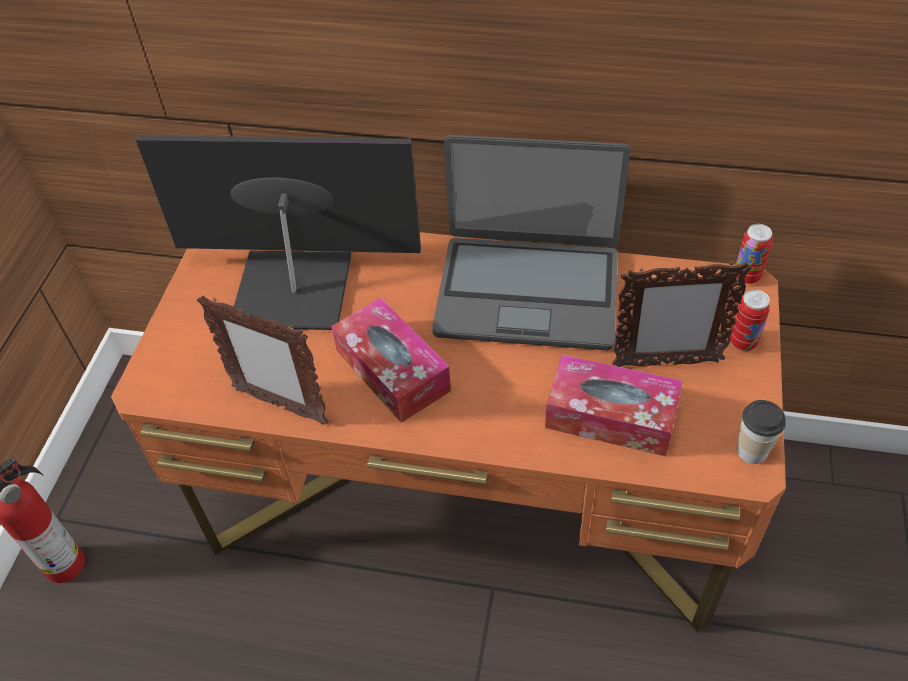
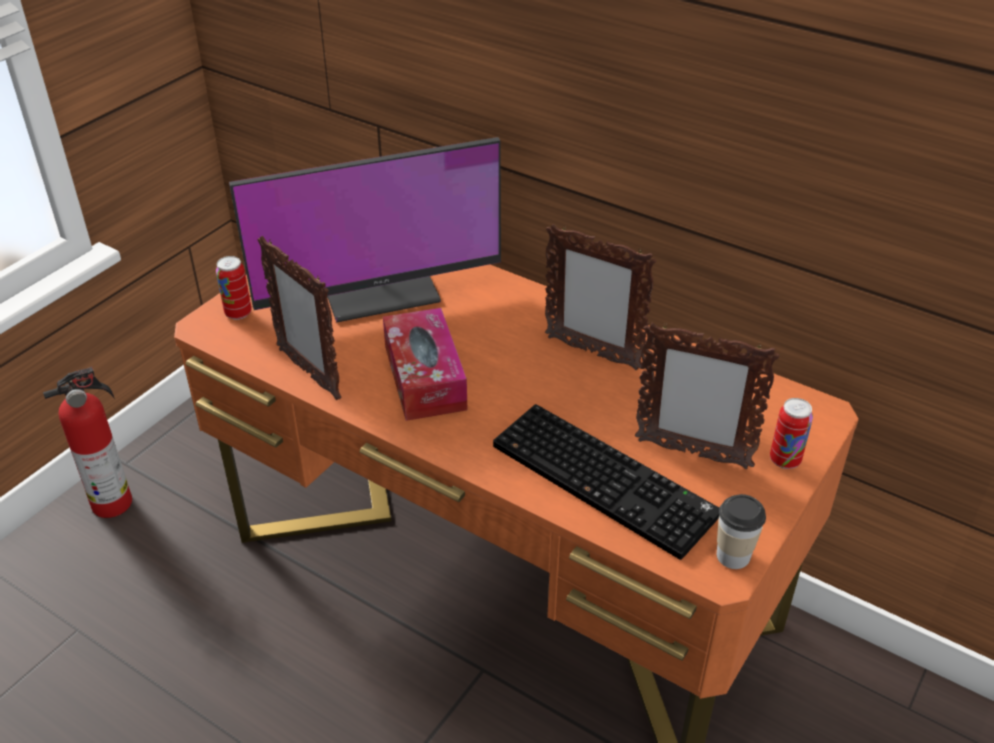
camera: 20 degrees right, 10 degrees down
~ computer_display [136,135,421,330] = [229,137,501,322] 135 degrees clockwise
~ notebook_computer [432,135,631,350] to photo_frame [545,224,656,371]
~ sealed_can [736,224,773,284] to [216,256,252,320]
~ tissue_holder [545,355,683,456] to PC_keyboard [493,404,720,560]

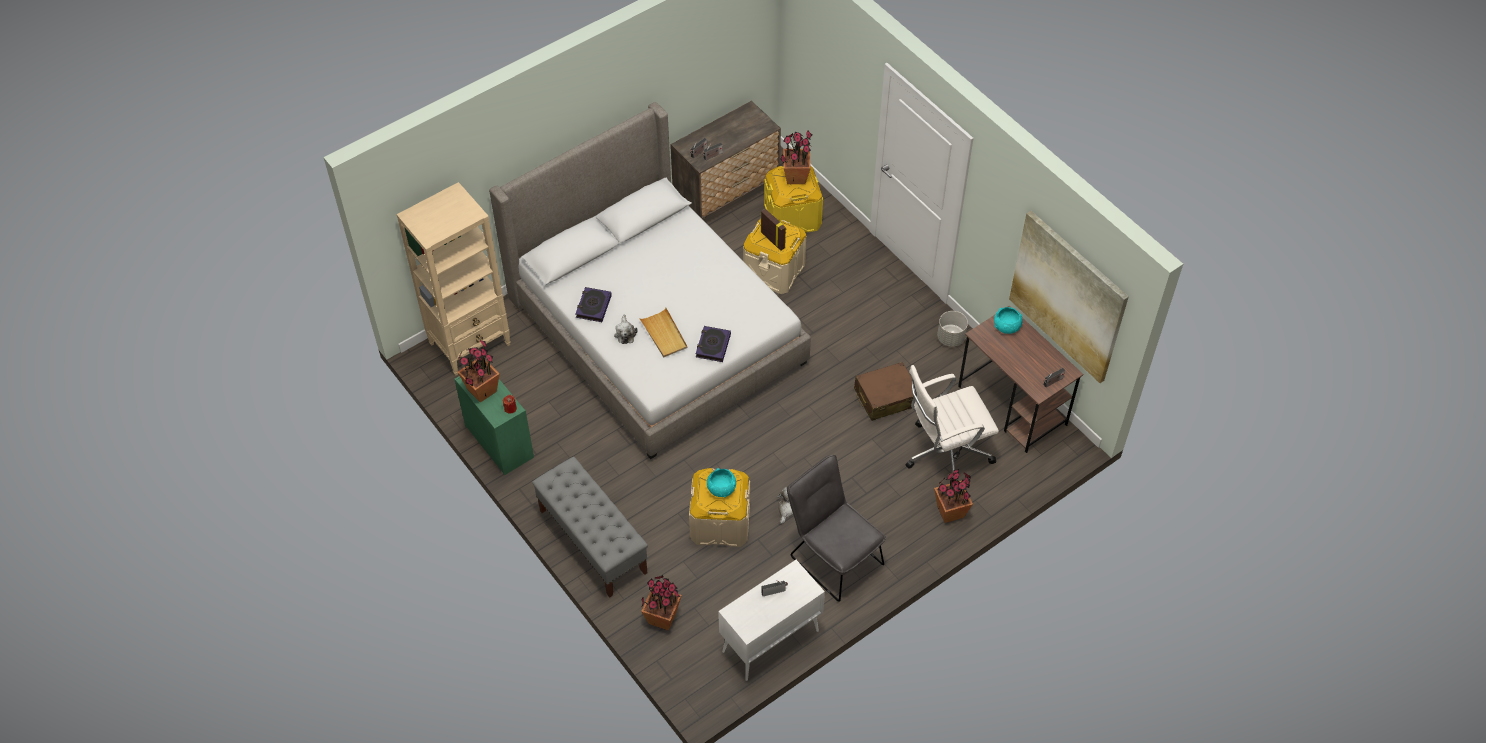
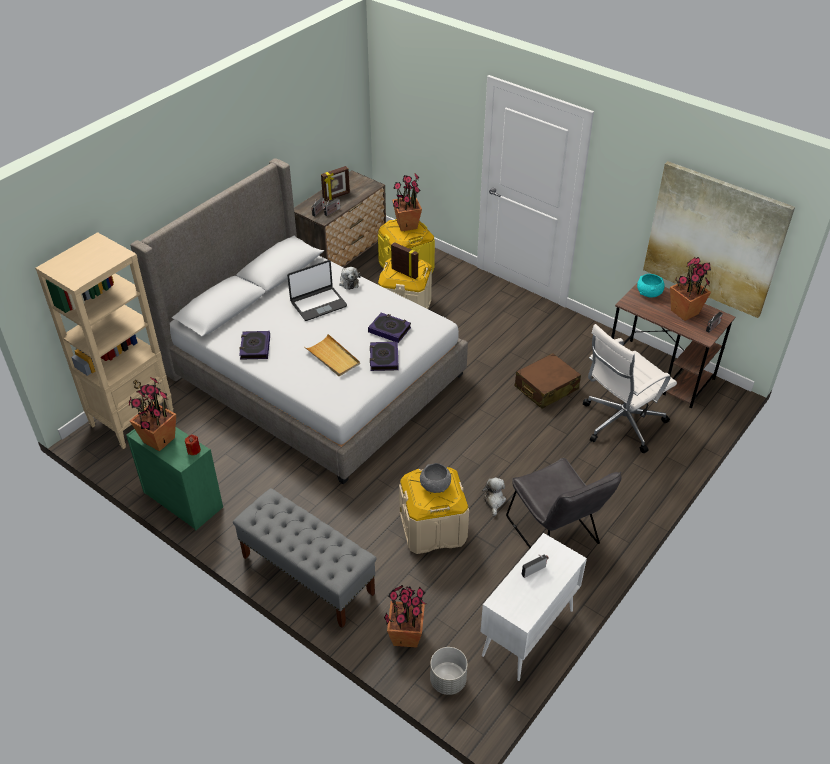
camera: 15 degrees left, 10 degrees down
~ grey_plant_pot [937,311,968,347] to [430,647,467,695]
~ cuddly_toy [614,315,638,344] to [339,267,361,290]
~ grey_chair [787,455,886,602] = [506,458,621,548] 150 degrees counterclockwise
~ turquoise-coloured_bowl [707,468,736,498] to grey_bowl [420,463,451,493]
~ potted_plant [934,469,973,523] to [670,257,711,321]
+ photo_frame [321,166,350,201]
+ notebook_computer [287,260,347,321]
+ bound_book [368,313,411,343]

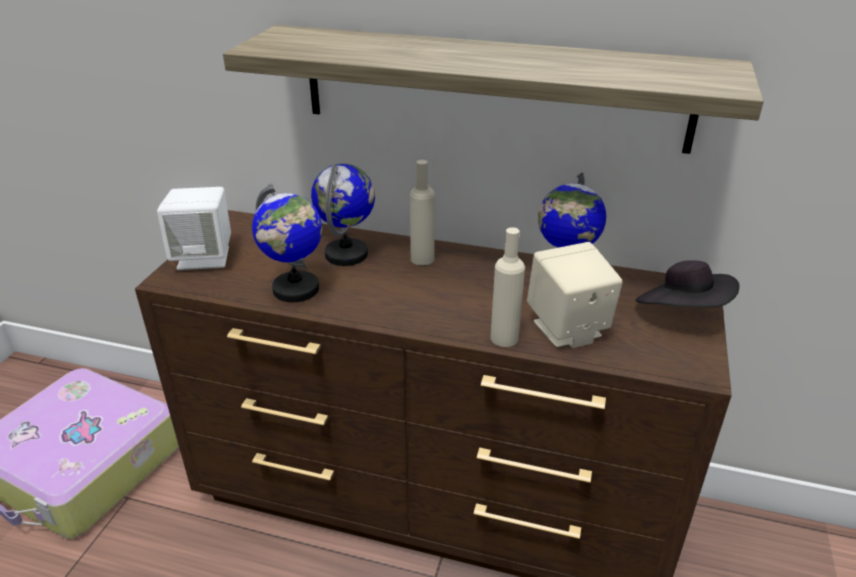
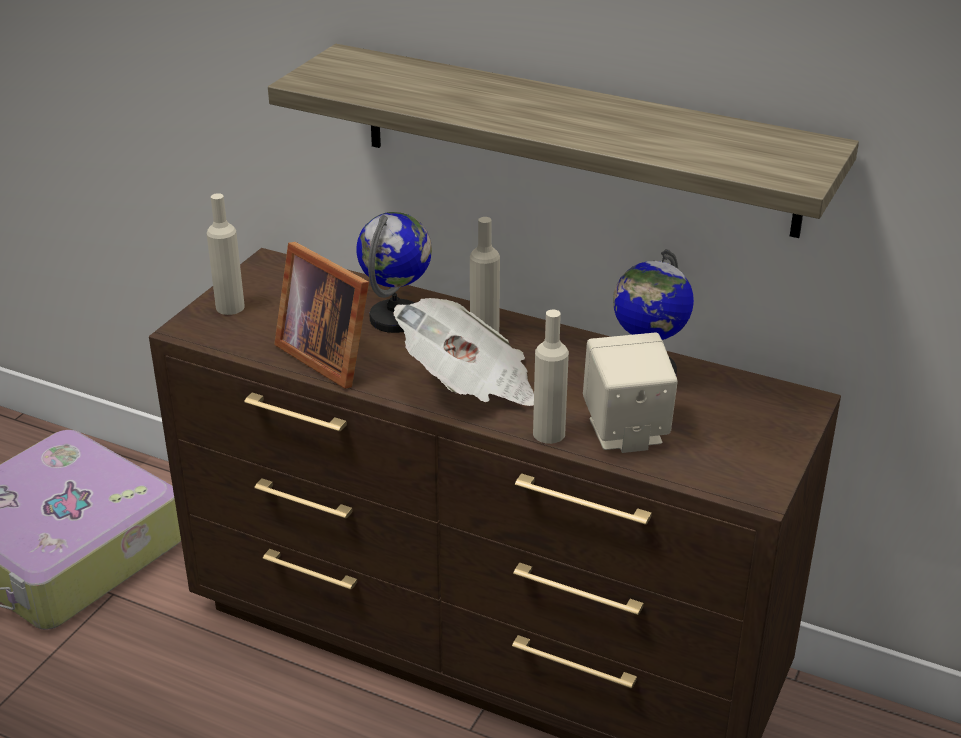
camera: 10 degrees right, 0 degrees up
~ globe [252,184,322,302] to photo_frame [274,242,369,389]
~ white_audio_speaker [157,187,231,270] to sand-coloured_beverage_bottle [207,193,245,315]
- black_clothing_hat [636,261,739,307]
+ printed_paper [393,298,534,406]

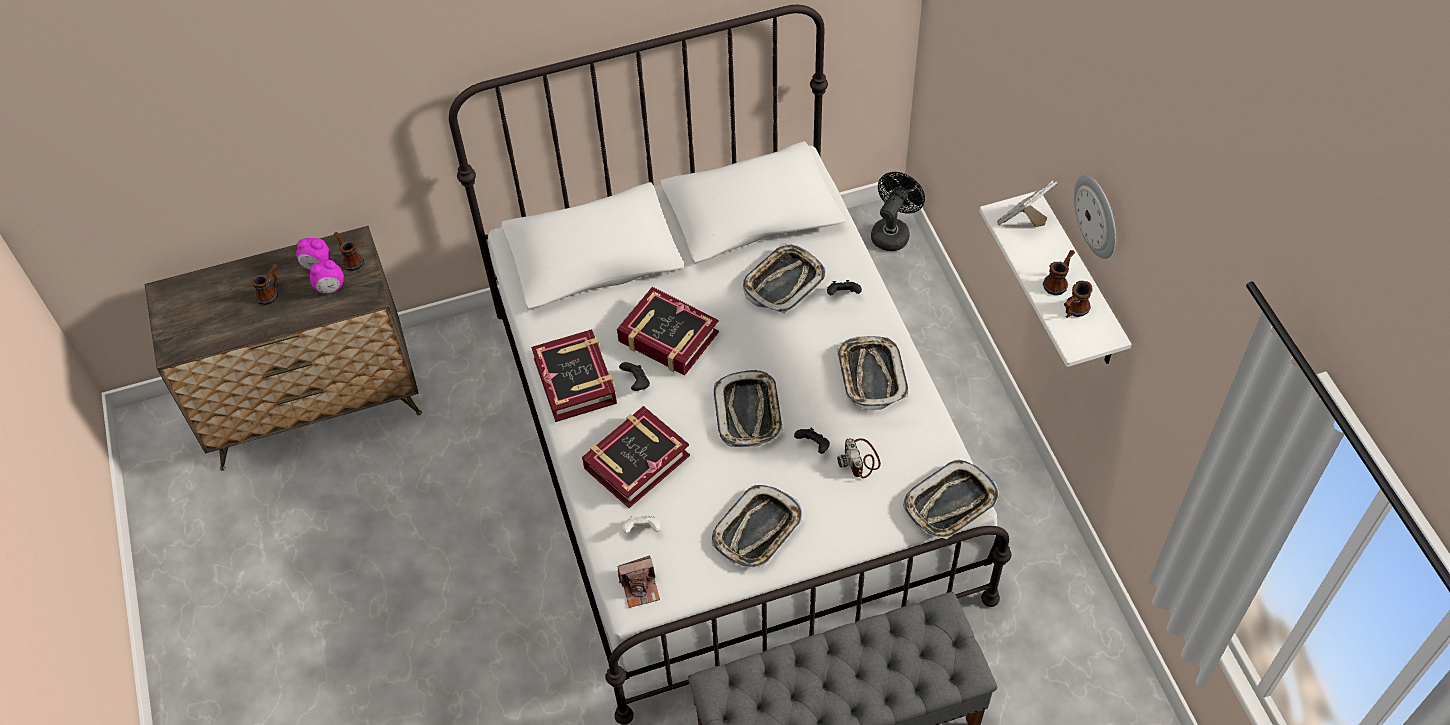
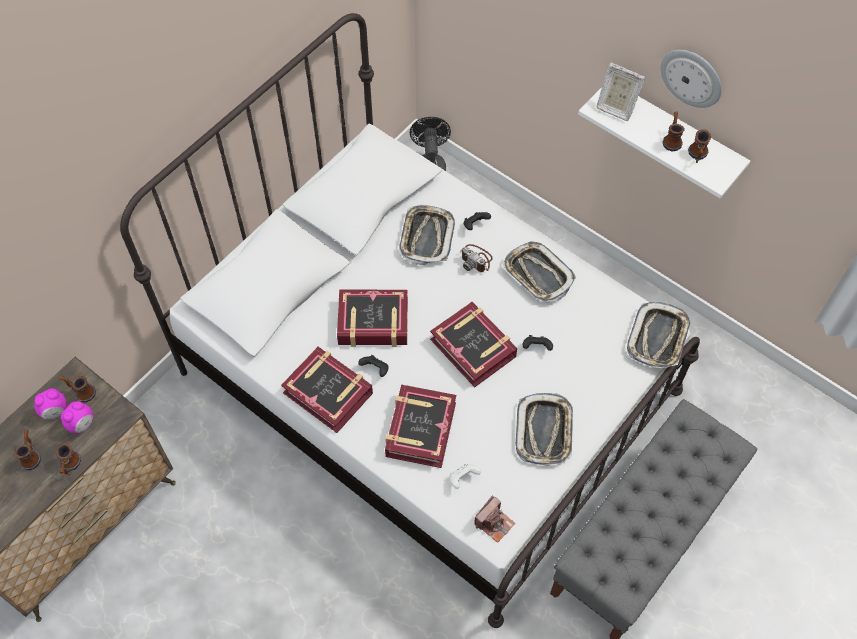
camera: 35 degrees left, 5 degrees up
~ photo_frame [997,180,1058,227] = [597,63,645,121] 75 degrees counterclockwise
~ carrying_tray [713,370,783,447] to bound_book [430,302,517,387]
~ photo_camera [837,438,881,478] to [460,244,493,272]
+ coffee_mug [55,443,81,476]

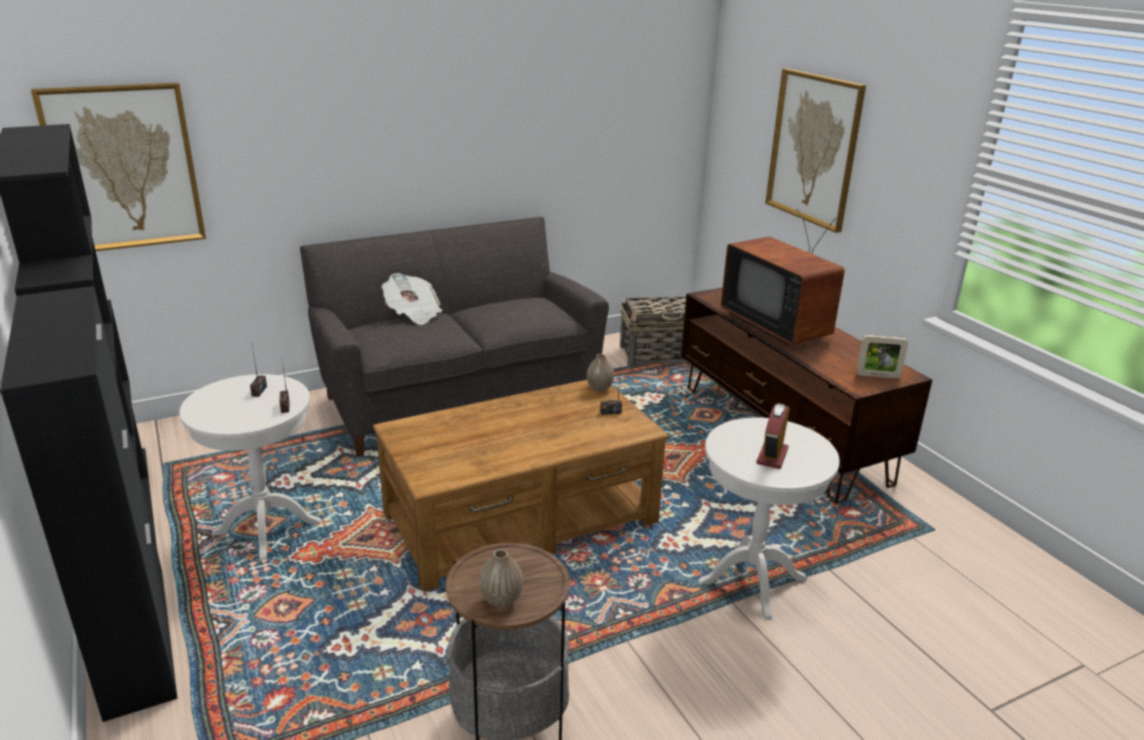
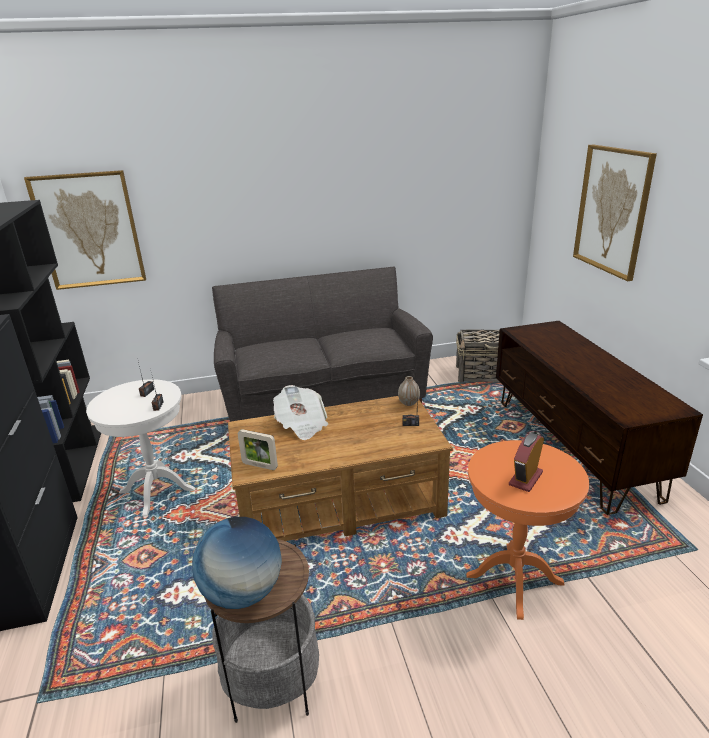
camera: 15 degrees right, 0 degrees up
- television [721,209,845,345]
~ printed_paper [382,273,443,325] to [273,385,328,440]
~ photo_frame [857,335,908,379] to [238,429,278,470]
~ white_end_table [698,417,840,620] to orange-coloured_end_table [466,440,589,620]
~ flower_vase [479,549,523,607] to globe [192,517,282,609]

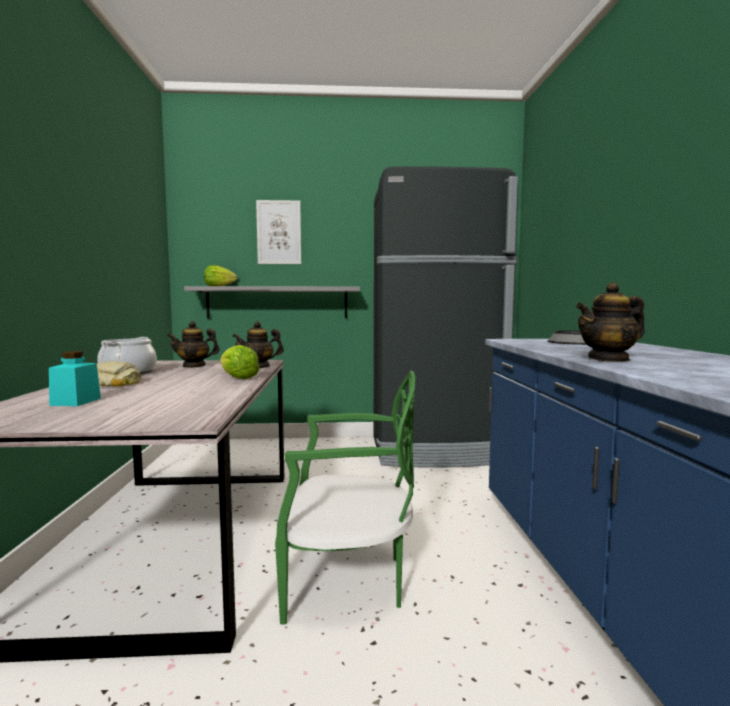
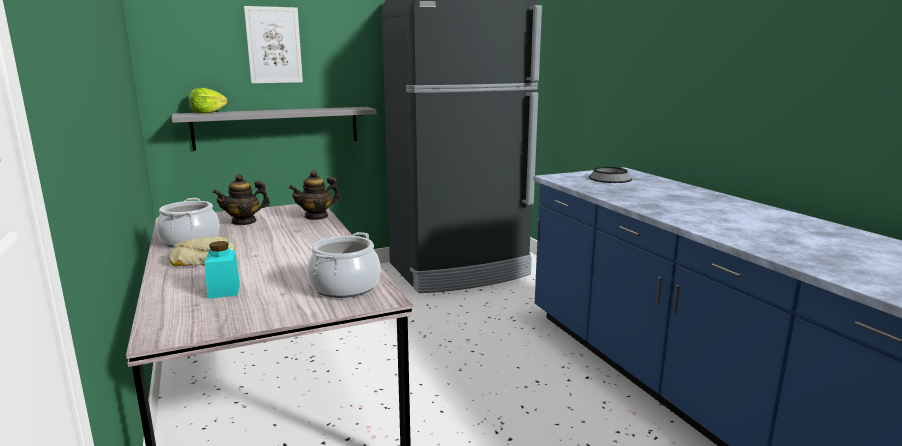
camera: 20 degrees left, 10 degrees up
- teapot [576,283,645,362]
- head_of_lettuce [220,345,259,379]
- green-coloured_chair [275,371,415,625]
+ stockpot [307,232,380,298]

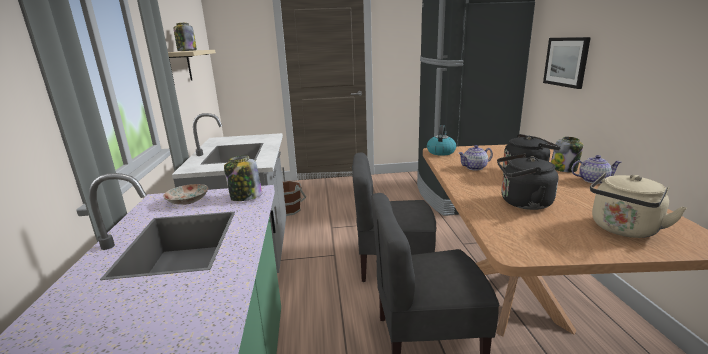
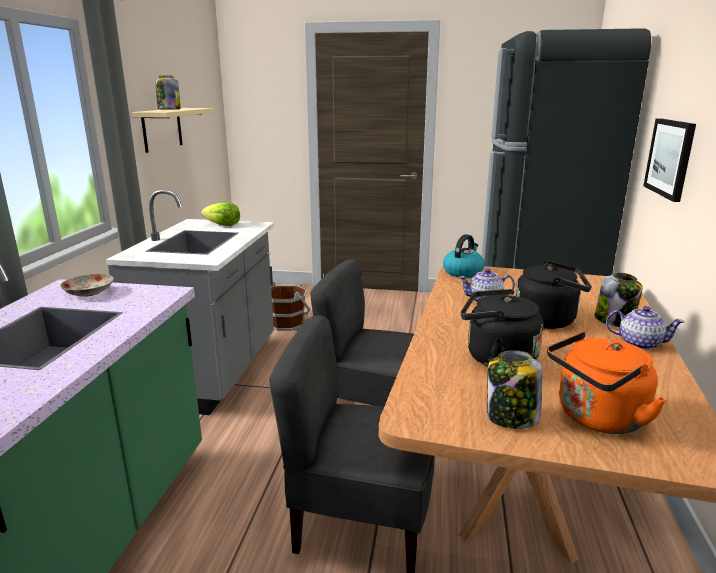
camera: 15 degrees right, 0 degrees up
~ storage_jar [224,155,262,201] to [487,350,542,429]
~ sand-coloured_water_kettle [590,173,687,238] to orange-coloured_water_kettle [547,332,667,434]
+ head_of_lettuce [201,202,240,226]

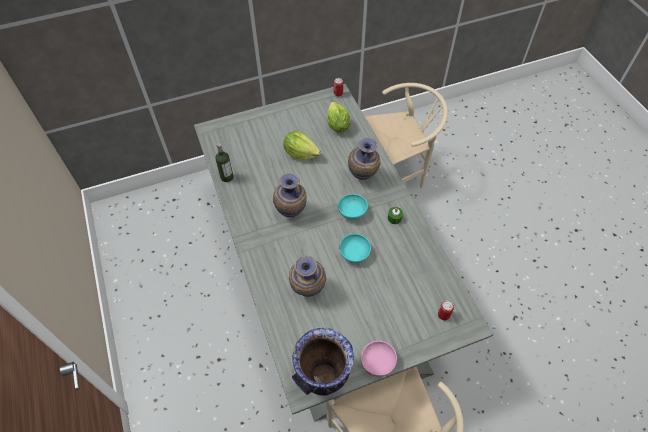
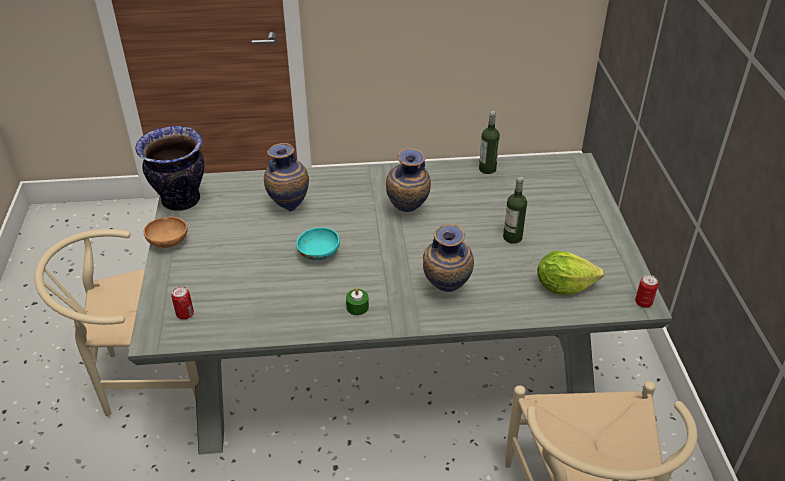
camera: 105 degrees right, 15 degrees down
~ head_of_lettuce [283,131,321,160] to beverage_bottle [503,177,527,244]
- turquoise-coloured_bowl [338,194,368,220]
~ pinkish_bowl [361,341,397,377] to brown_bowl [144,217,187,248]

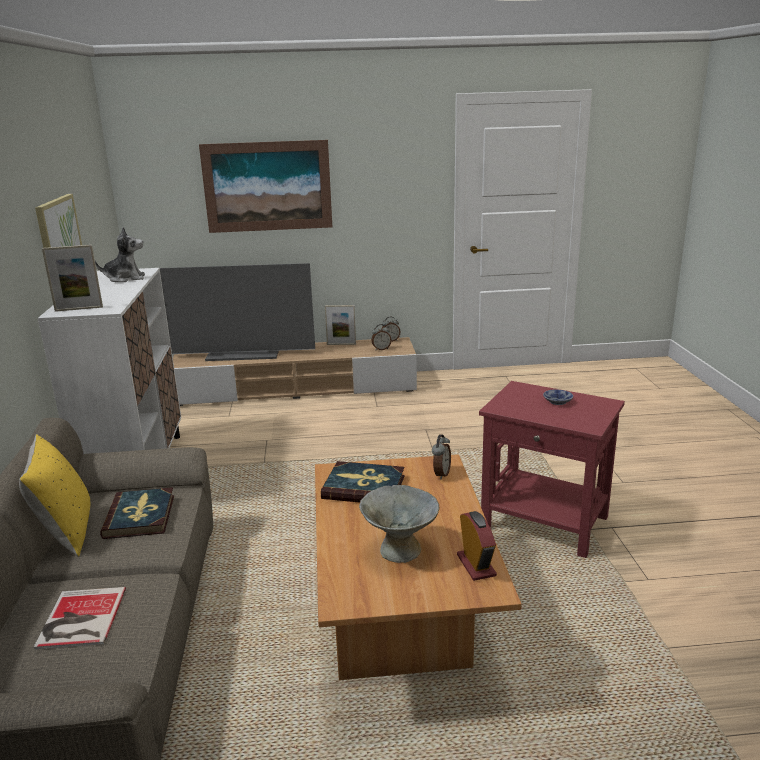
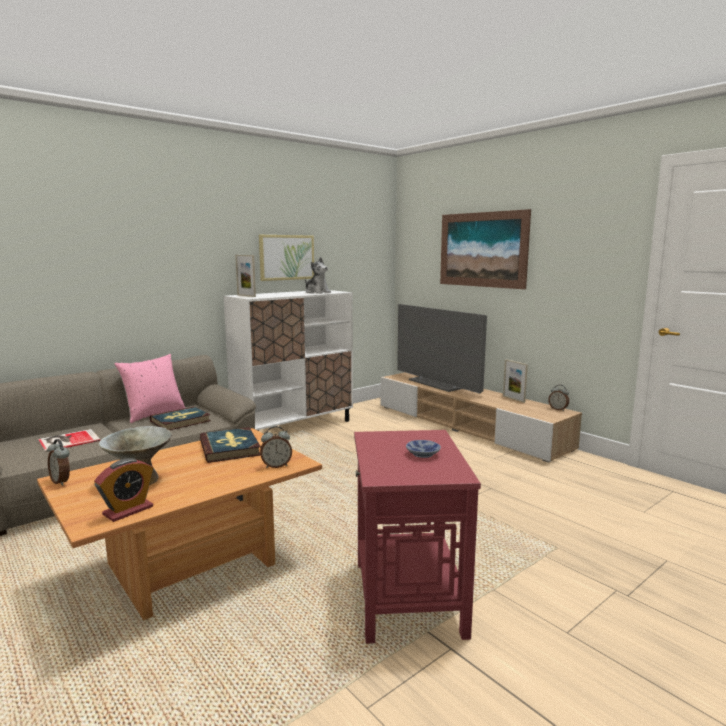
camera: 55 degrees right, 10 degrees down
~ alarm_clock [371,324,391,350] to [47,439,70,486]
~ yellow_cushion [19,434,91,557] to pinkish_cushion [114,354,185,423]

